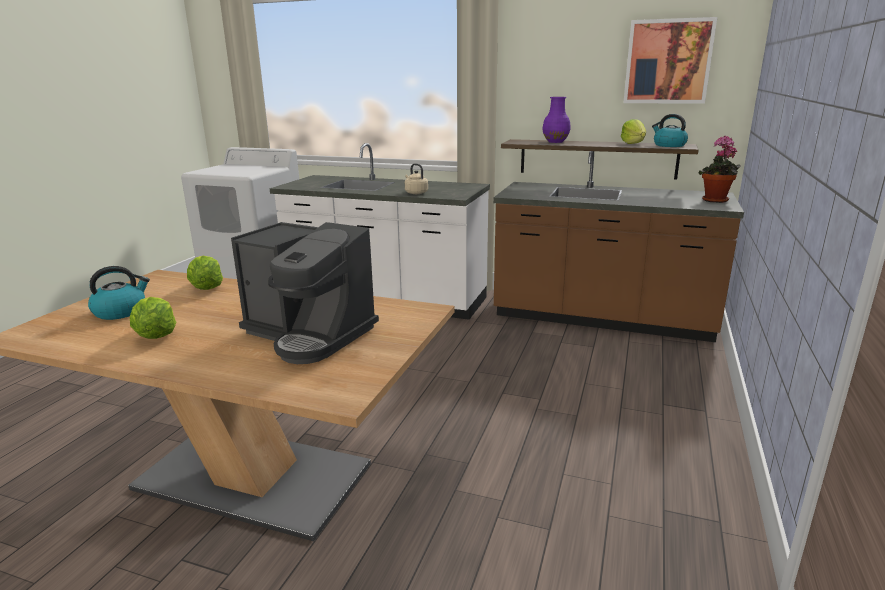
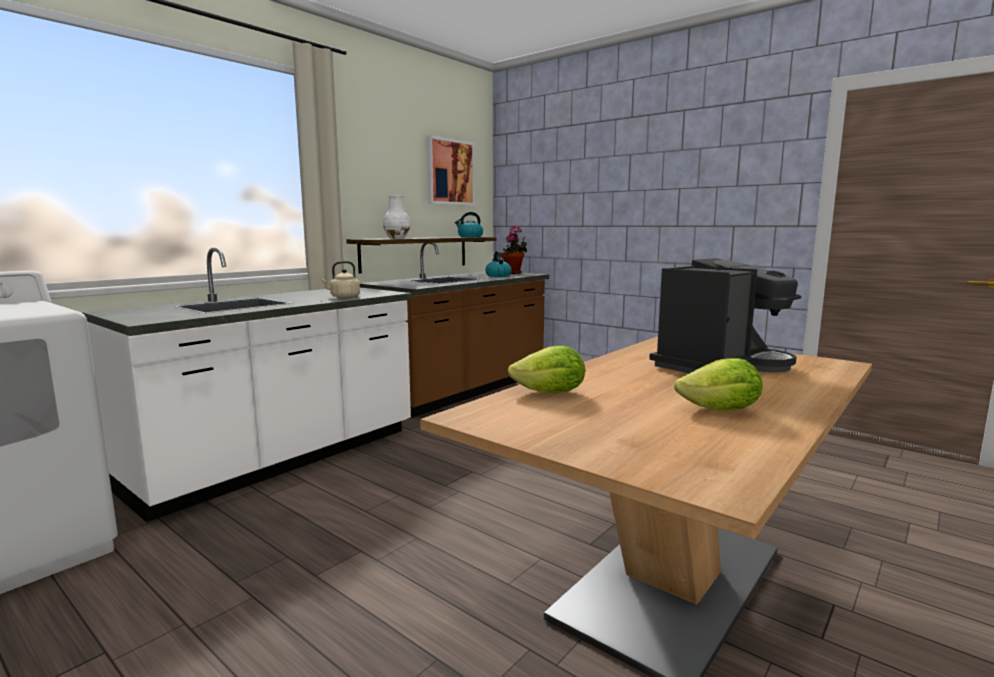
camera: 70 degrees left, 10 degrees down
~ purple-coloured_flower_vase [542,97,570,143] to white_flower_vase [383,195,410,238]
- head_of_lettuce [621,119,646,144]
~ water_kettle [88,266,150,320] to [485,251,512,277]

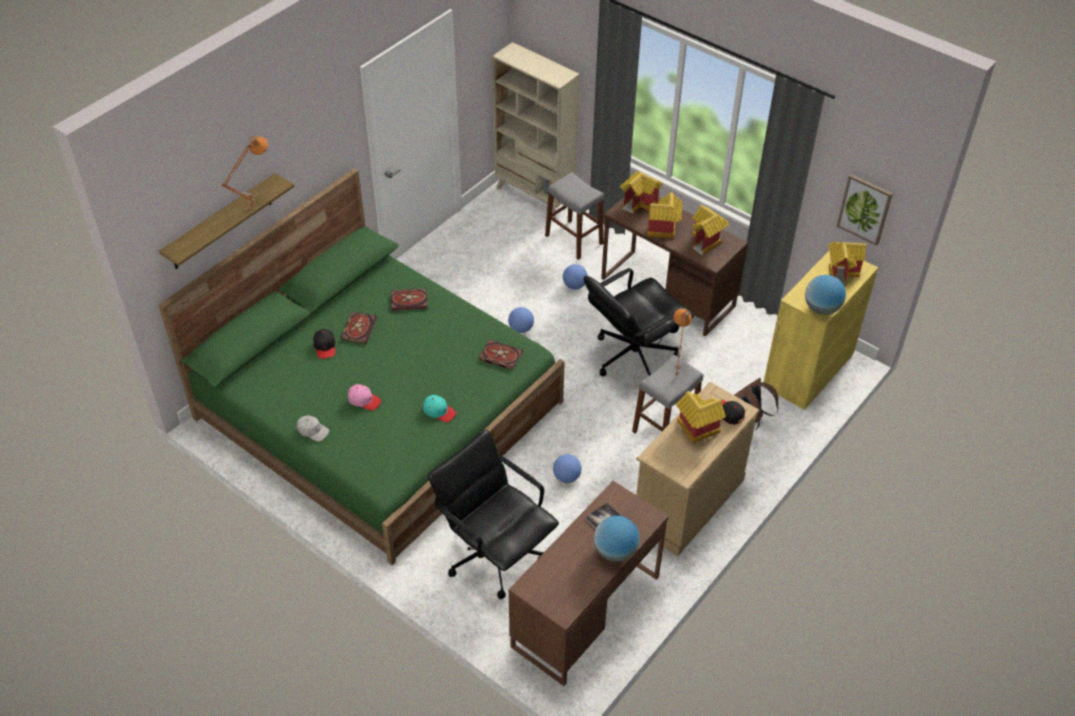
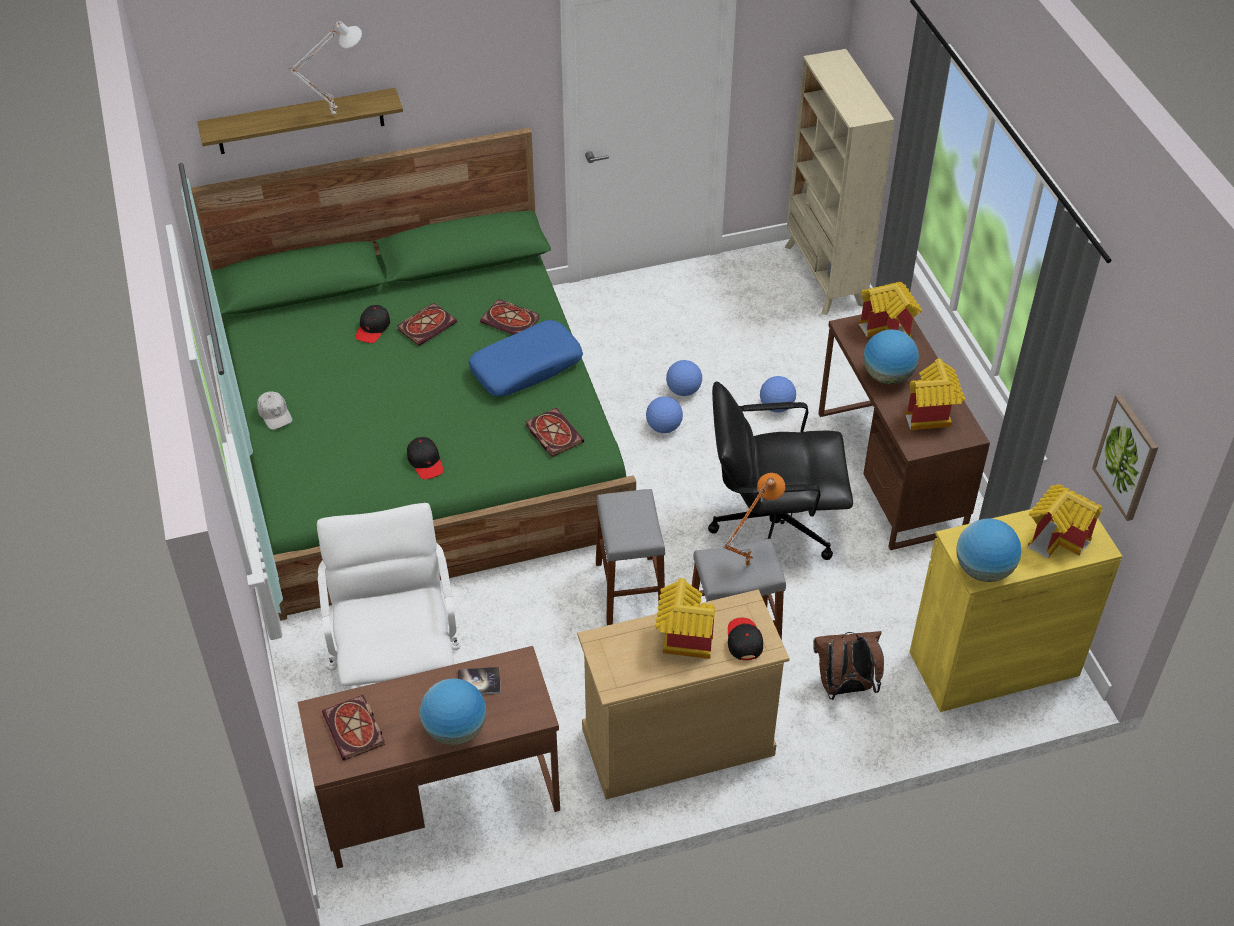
camera: 35 degrees right, 0 degrees up
~ orange-coloured_lamp_for_a_table [221,136,268,208] to white_lamp_for_a_table [289,21,362,116]
~ grey_stool [545,172,604,260] to [596,489,666,625]
~ miniature_house [647,192,683,238] to globe [863,329,919,384]
- pinkish_peaked_cap [348,384,381,410]
~ turquoise-coloured_peaked_cap [423,395,456,422] to black_peaked_cap [407,437,444,479]
~ black_office_chair [428,430,559,599] to white_office_chair [317,503,461,686]
~ football [553,454,582,483] to [666,360,702,396]
+ bluish_cushion [468,320,583,397]
+ bound_book [322,695,385,761]

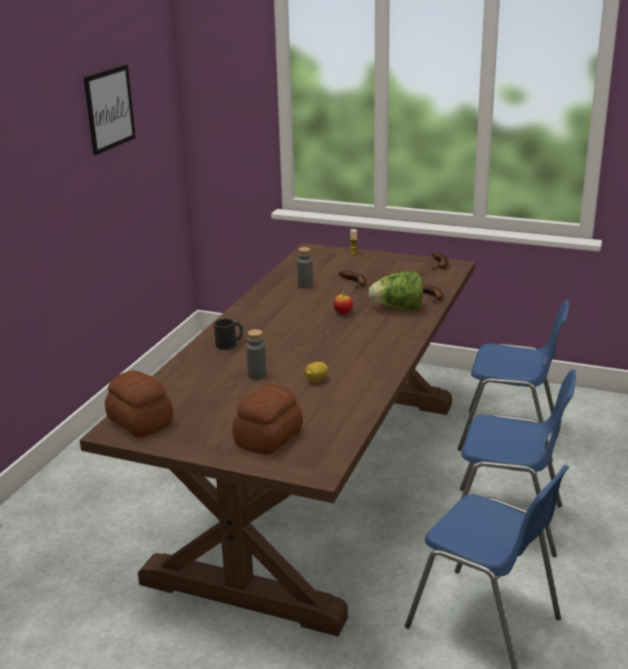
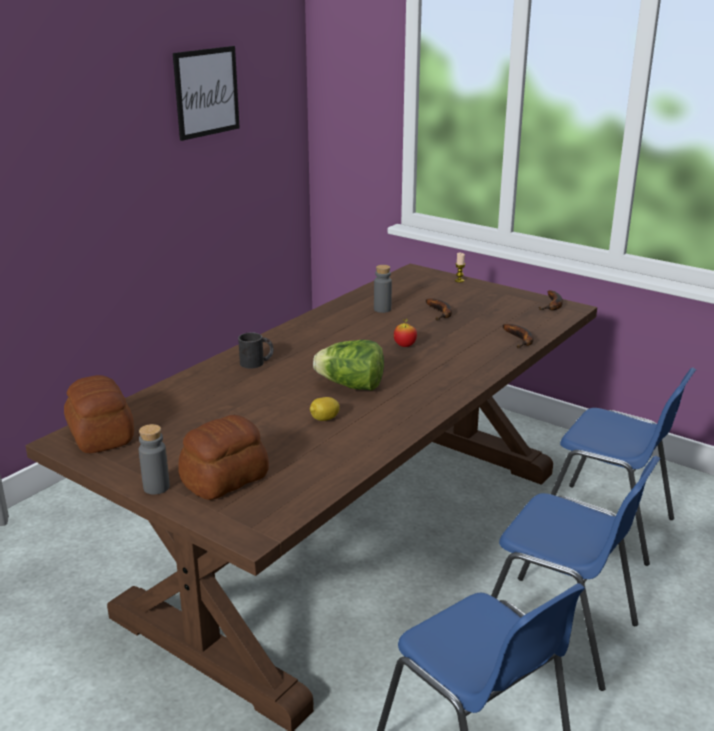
camera: 15 degrees right, 0 degrees up
~ head_of_lettuce [369,271,423,309] to [313,340,384,391]
~ grey_beverage_bottle [246,329,267,380] to [139,424,170,495]

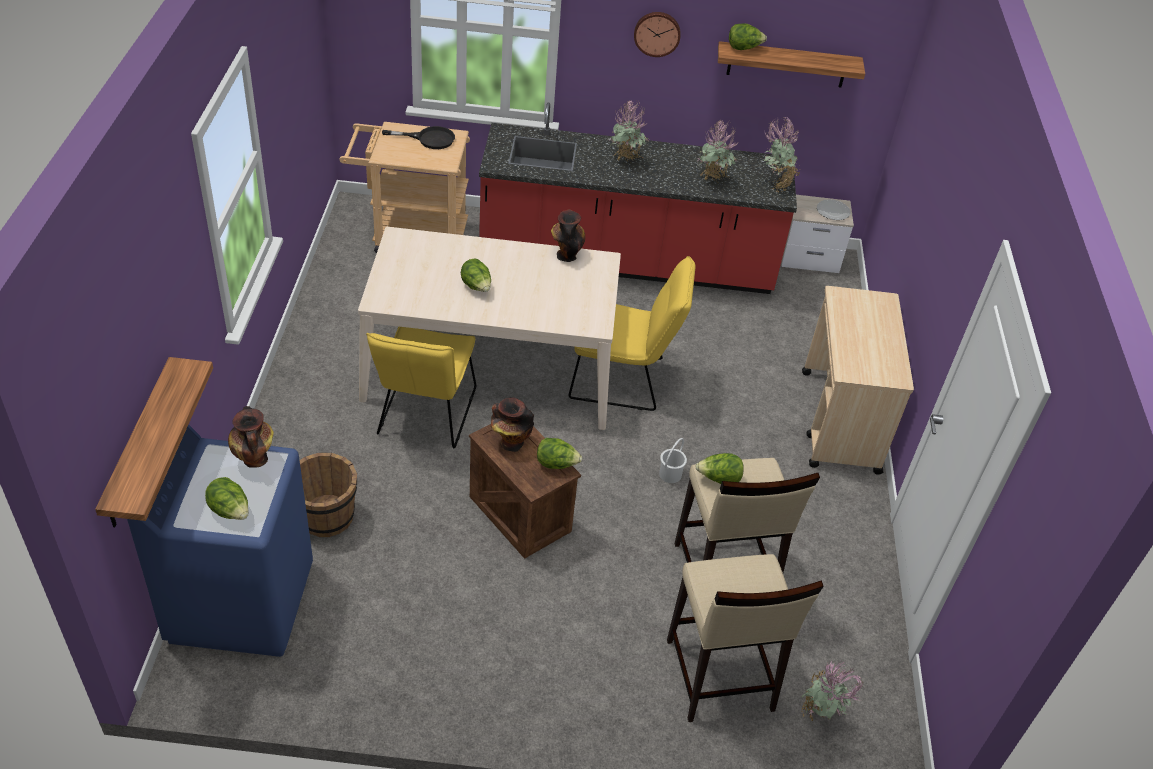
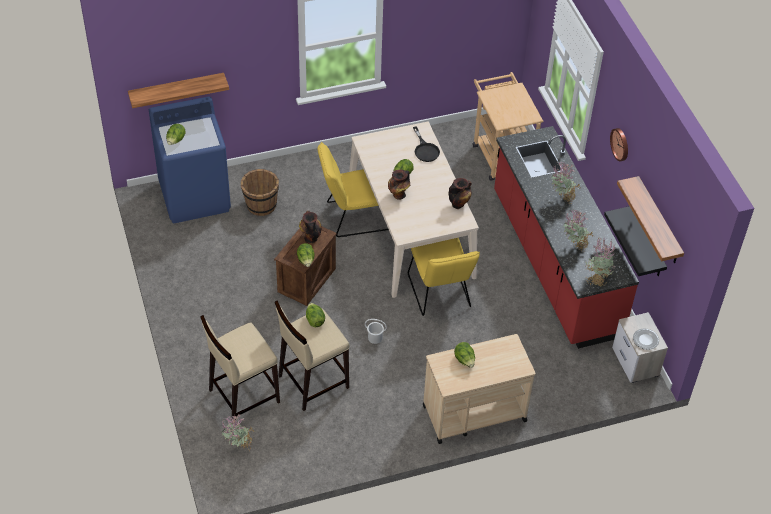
camera: 70 degrees right, 5 degrees up
~ head_of_lettuce [729,23,767,50] to [454,342,475,368]
~ black_frying_pan [382,126,455,149] to [413,126,440,162]
~ flower_vase [228,406,274,468] to [388,170,410,200]
+ black_bracket_shelf [604,206,667,276]

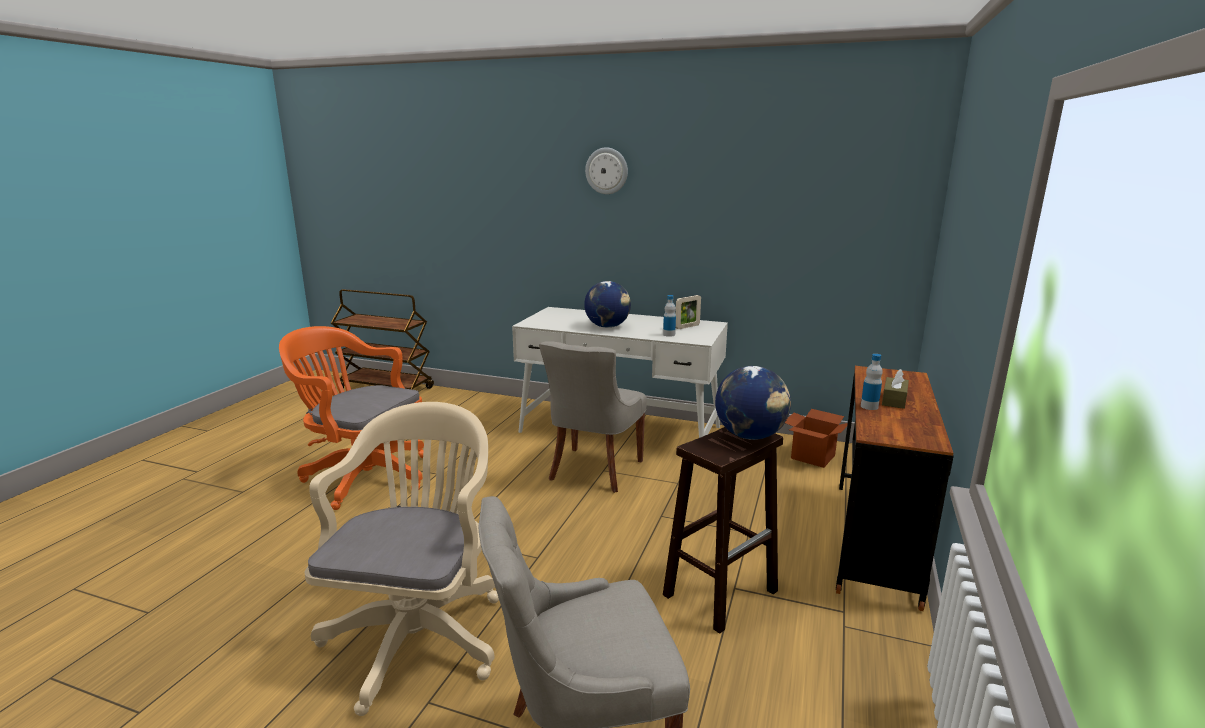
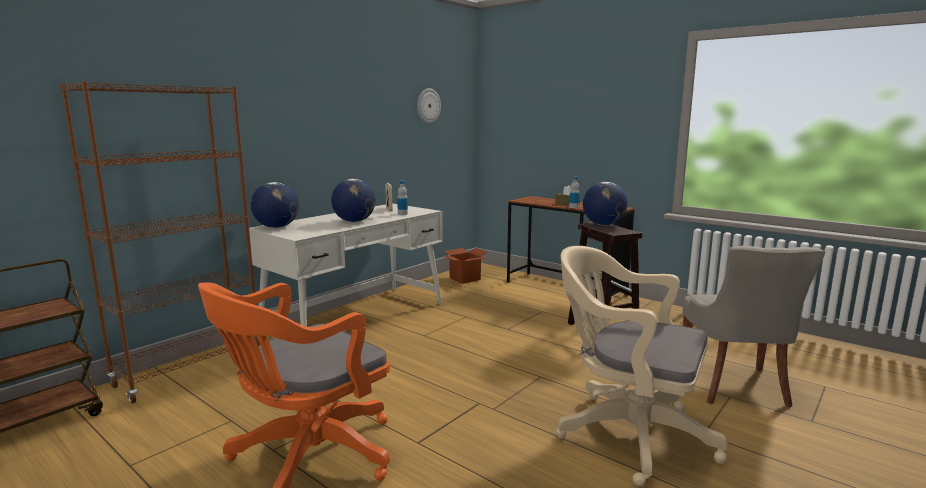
camera: 70 degrees left, 5 degrees down
~ hanging_clock [585,147,628,194] to [417,88,441,124]
- grey_chair [539,341,647,493]
+ brown_bookshelf [60,81,260,403]
+ globe [251,182,299,228]

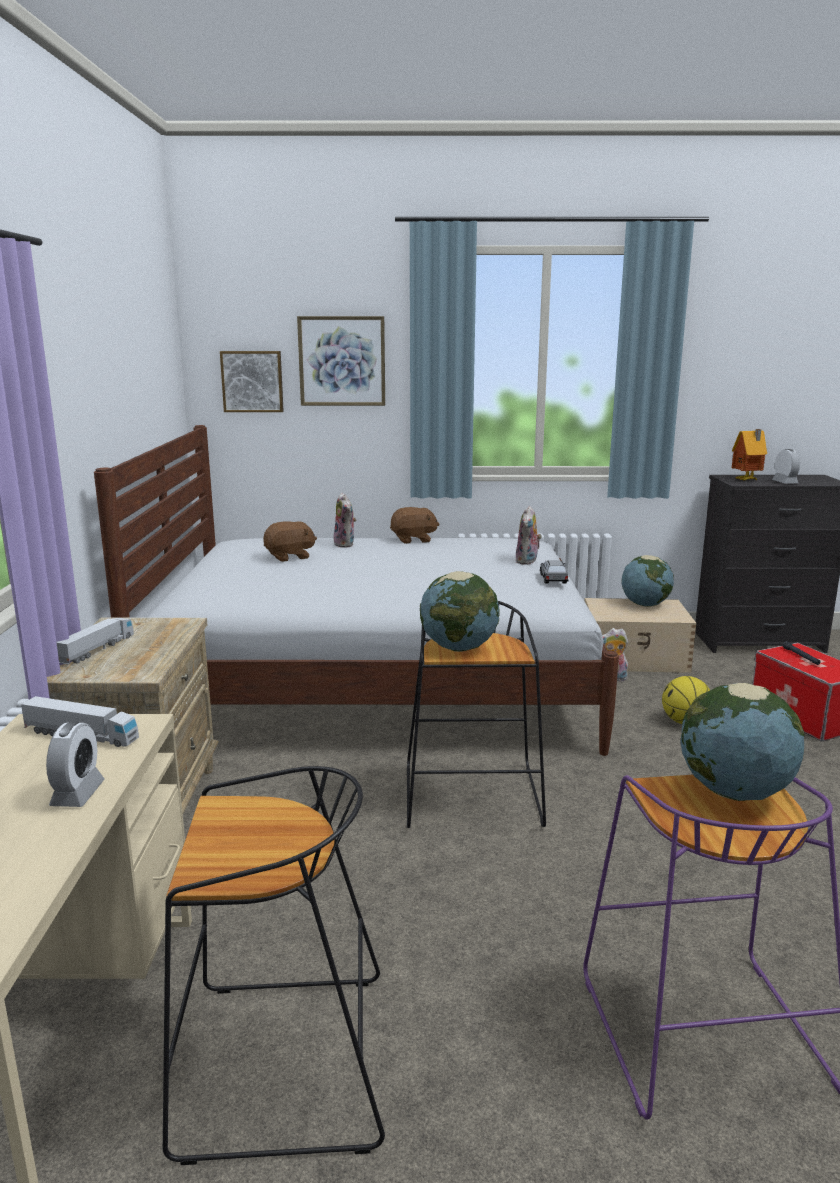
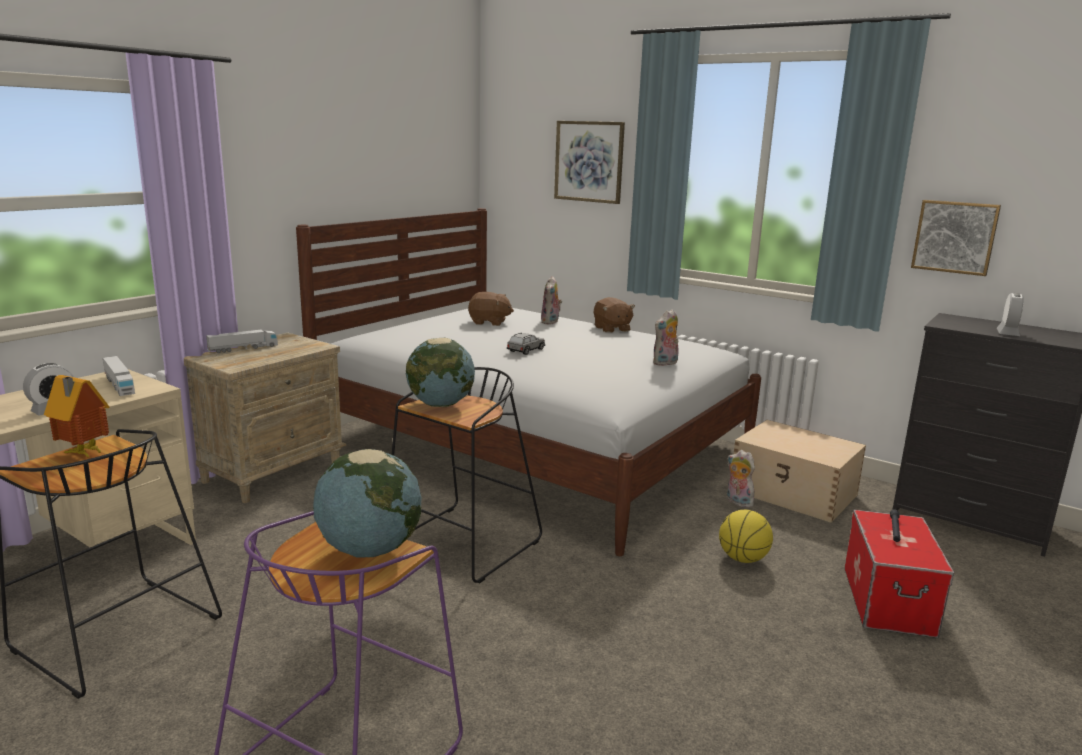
camera: 35 degrees right, 0 degrees up
~ wall_picture [220,351,284,412] to [911,200,1001,276]
~ miniature_house [732,429,767,480] to [44,375,109,457]
~ brown_cuddly_toy [390,507,439,544] = [593,297,635,333] 45 degrees clockwise
- globe [621,555,674,607]
~ grey_miniature_car [540,560,569,583] to [507,333,545,355]

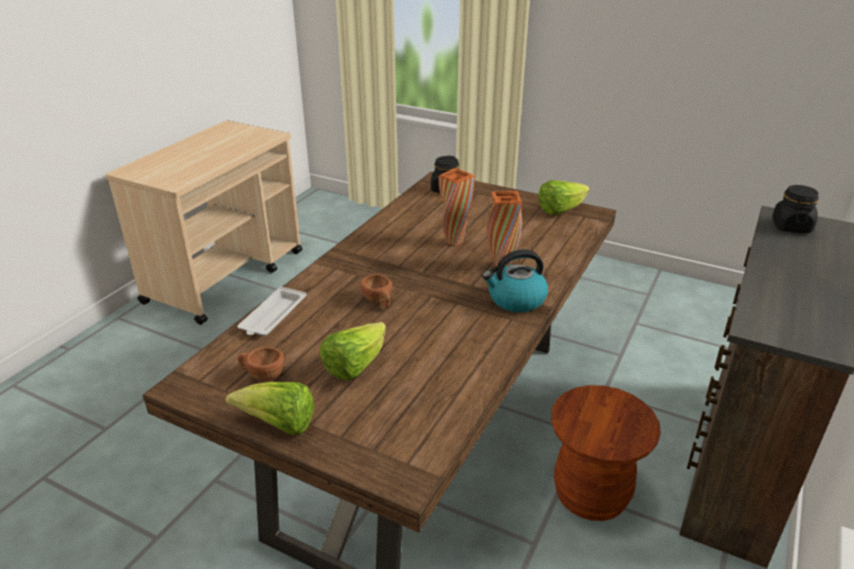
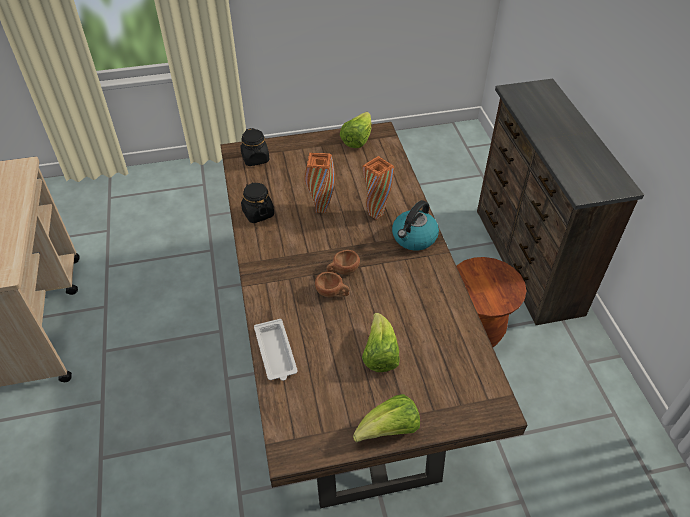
camera: 40 degrees left, 15 degrees up
~ black_storage_jar [772,185,819,233] to [241,182,274,223]
~ brown_cup [237,347,284,381] to [326,250,360,275]

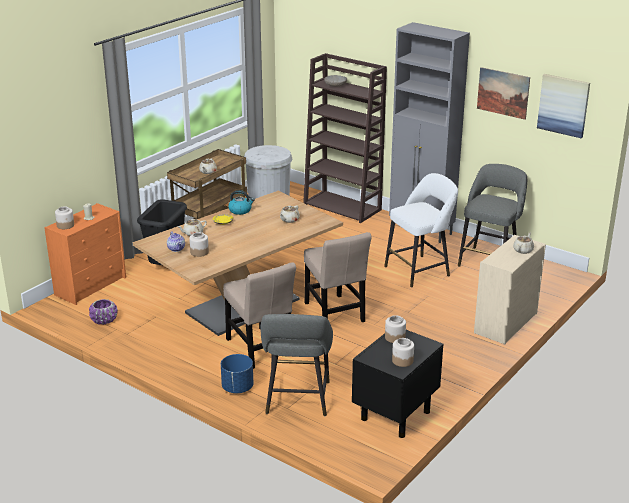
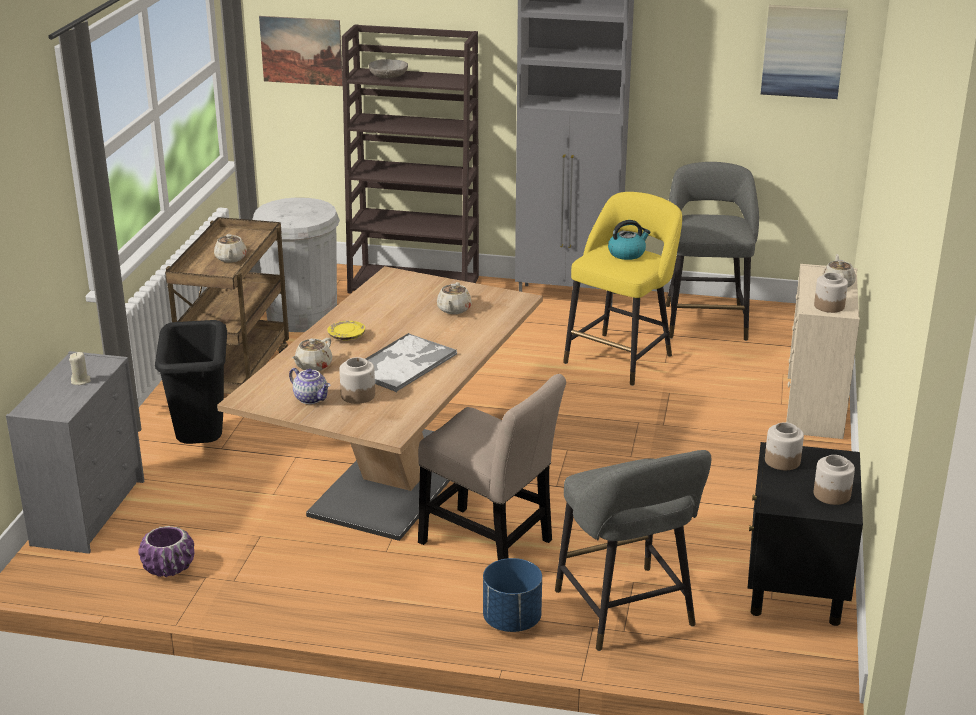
camera: 25 degrees left, 0 degrees up
~ wall_picture [477,67,530,120] to [259,16,343,86]
~ white_stool [384,173,458,288] to yellow_stool [563,192,682,386]
~ water_kettle [228,190,255,215] to [608,220,651,260]
~ orange-coloured_drawer_chest [44,203,126,305] to grey_drawer_chest [6,351,144,554]
~ storage_jar [55,206,74,229] to [814,272,848,313]
- sand-coloured_chair [304,232,371,322]
+ carrying_tray [366,333,458,392]

